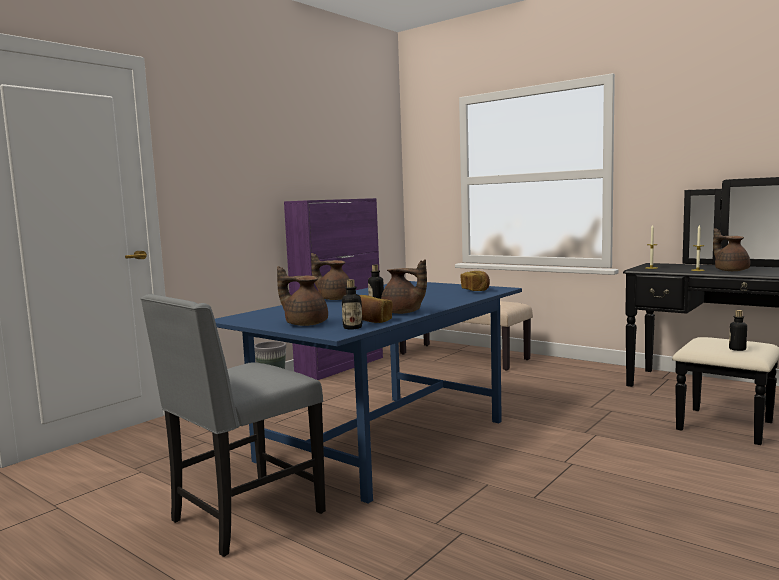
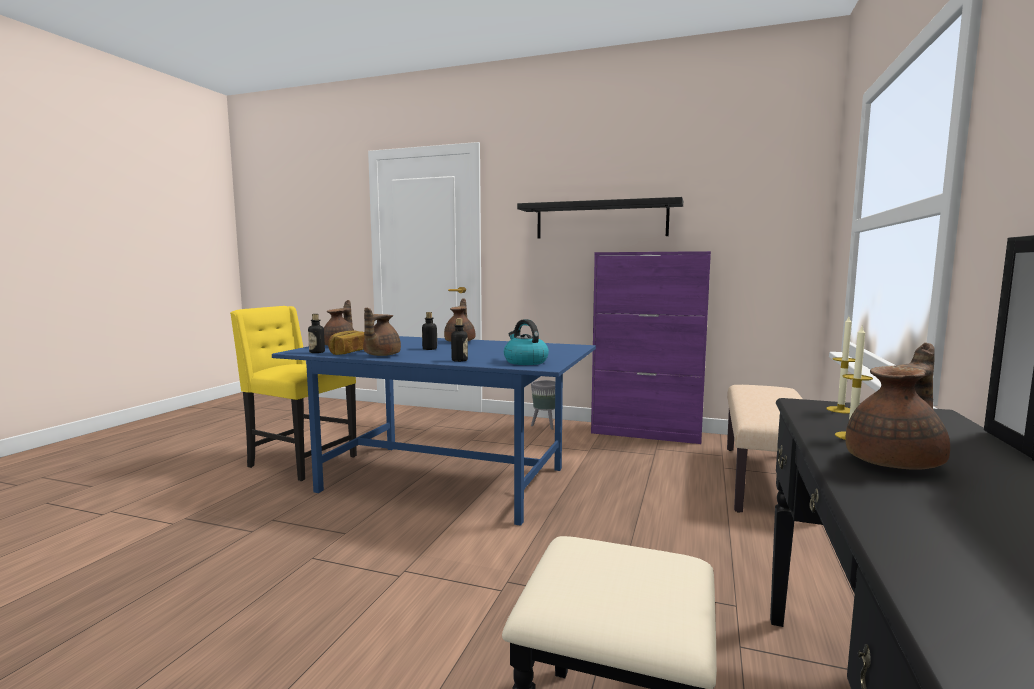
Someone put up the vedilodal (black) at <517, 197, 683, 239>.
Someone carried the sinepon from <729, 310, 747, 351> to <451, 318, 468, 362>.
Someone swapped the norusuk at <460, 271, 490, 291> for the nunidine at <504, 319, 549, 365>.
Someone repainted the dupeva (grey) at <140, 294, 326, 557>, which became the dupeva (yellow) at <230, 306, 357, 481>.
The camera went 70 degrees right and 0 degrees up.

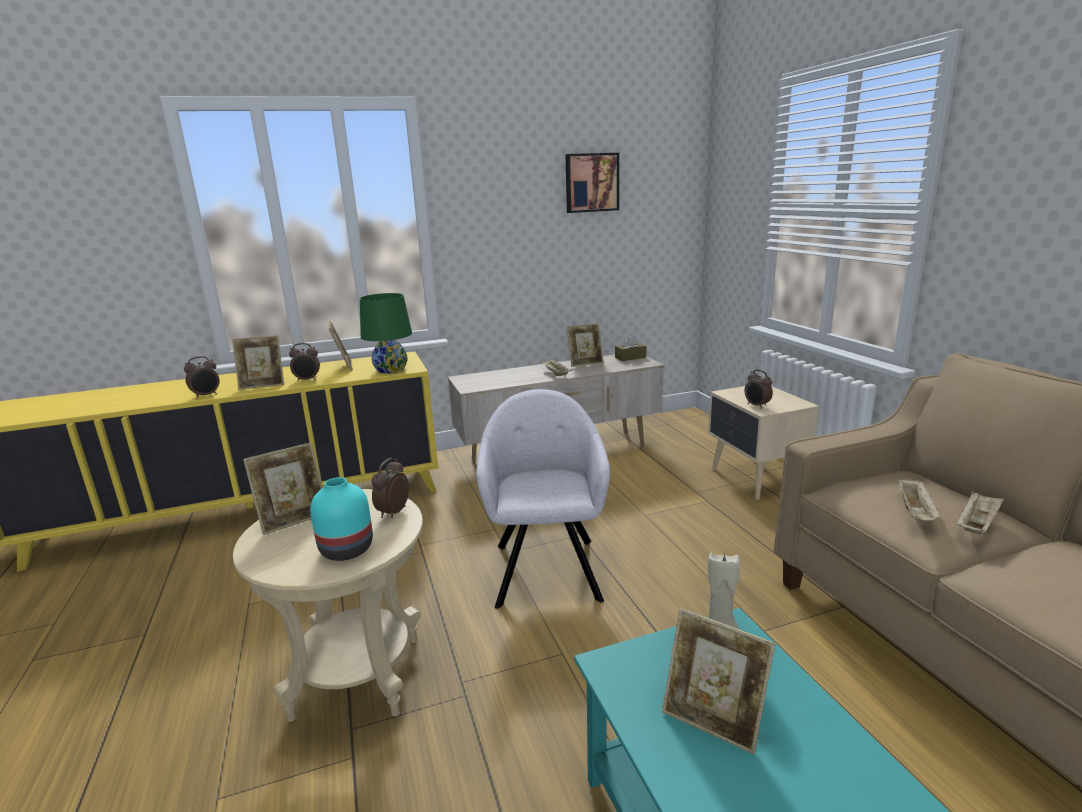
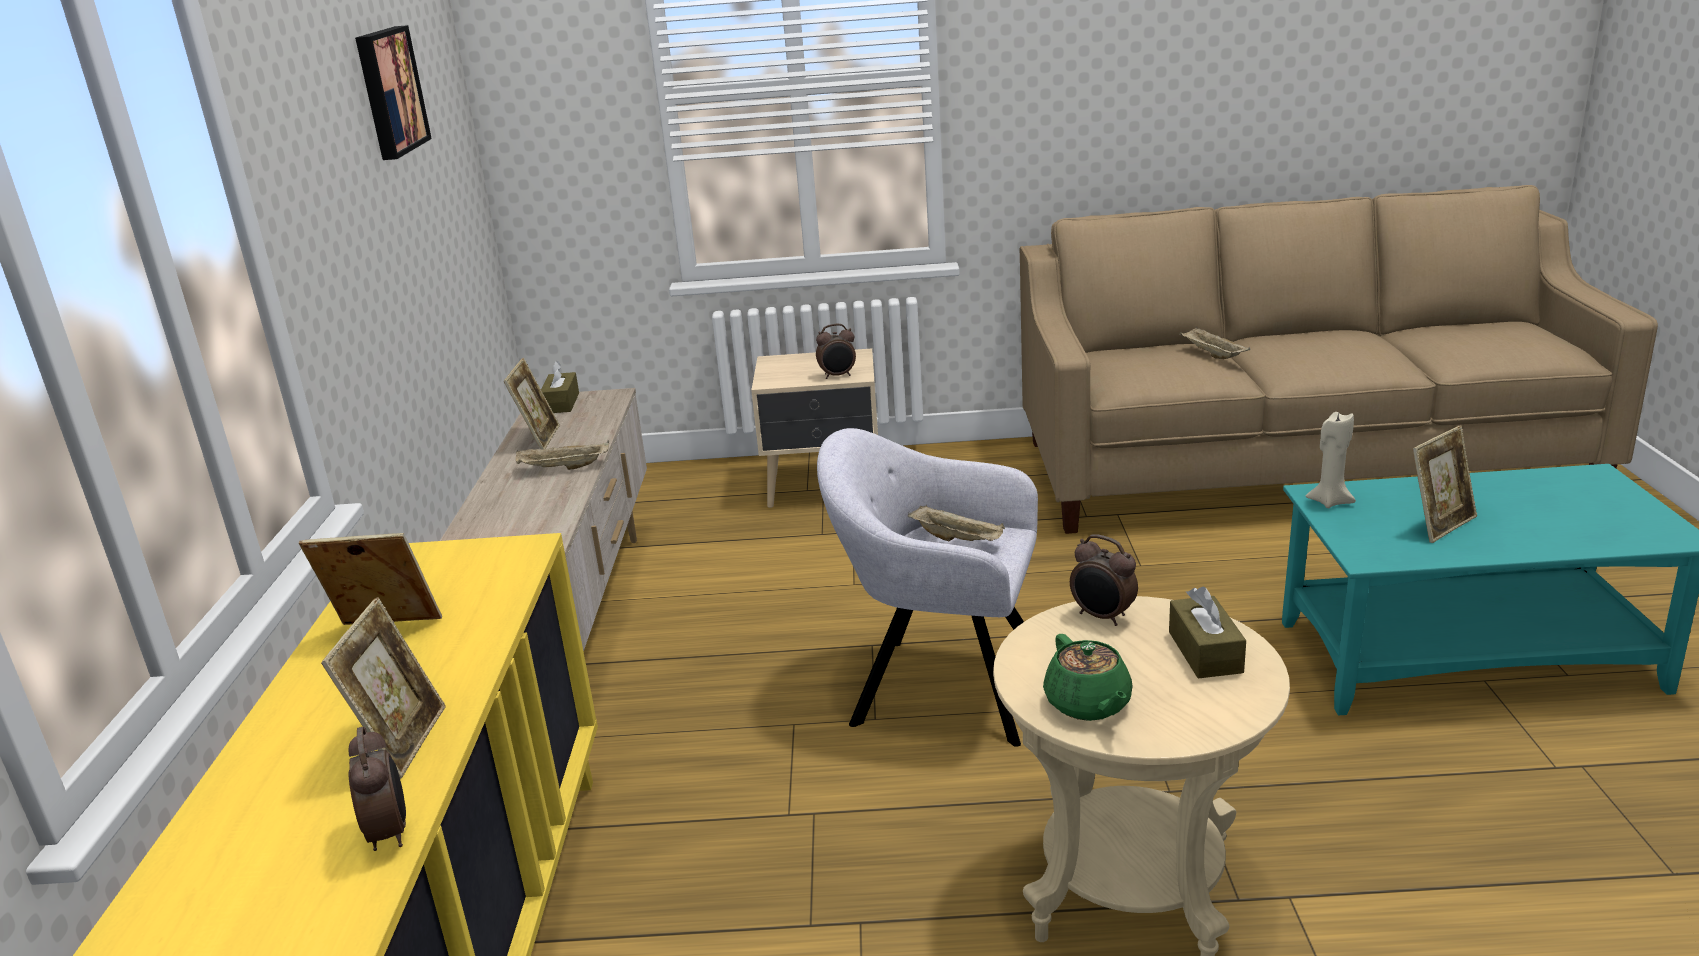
Someone took away the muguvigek at <289, 343, 320, 382>.
Someone took away the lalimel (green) at <360, 293, 412, 373>.
Someone carried the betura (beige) from <898, 477, 941, 521> to <908, 505, 1005, 542>.
Someone swapped the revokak at <243, 442, 323, 535> for the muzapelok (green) at <1043, 634, 1133, 721>.
Someone swapped the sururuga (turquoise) at <310, 477, 373, 561> for the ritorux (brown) at <1169, 586, 1246, 678>.
The camera went 70 degrees left and 5 degrees up.

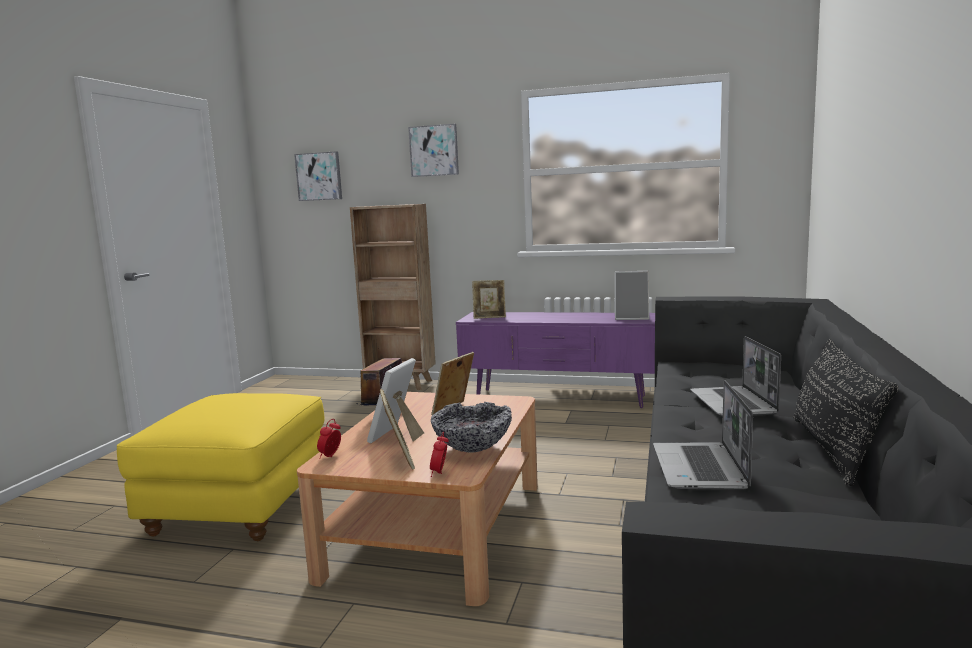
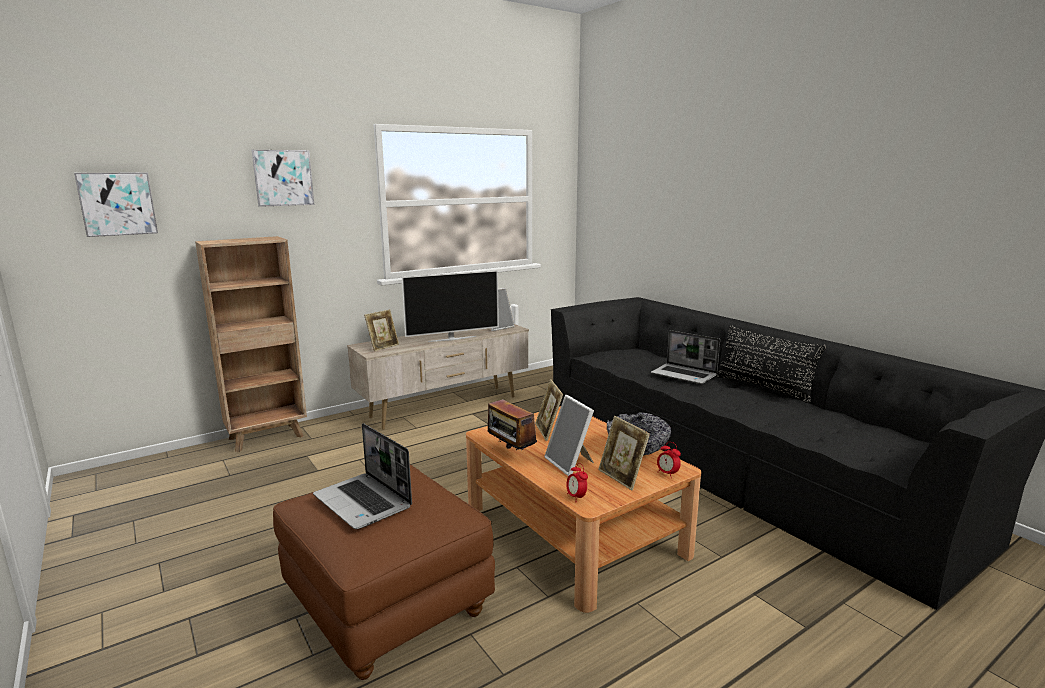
Someone put down the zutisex at <402, 270, 499, 342>.
Someone carried the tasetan from <653, 380, 753, 490> to <313, 423, 412, 529>.
Someone repainted the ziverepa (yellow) at <117, 393, 325, 541>, which became the ziverepa (brown) at <273, 464, 495, 680>.
Someone repainted the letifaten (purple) at <456, 312, 655, 408>, which became the letifaten (beige) at <347, 324, 529, 430>.
Someone rotated the revokak at <380, 389, 415, 470> by 150 degrees counterclockwise.
The camera went 50 degrees left and 5 degrees up.

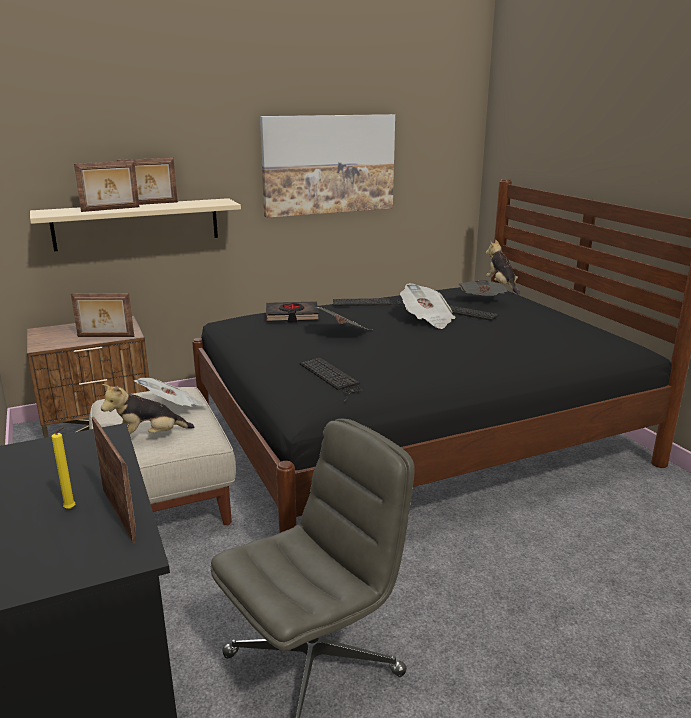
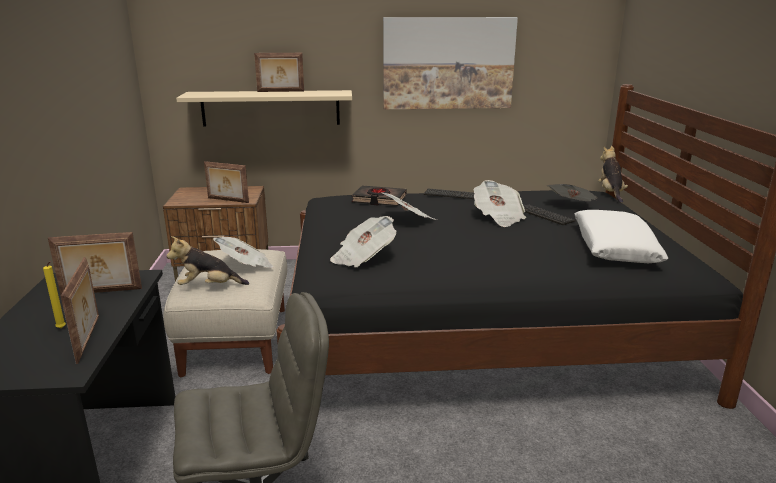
Someone put down the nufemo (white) at <575, 210, 668, 263>.
Someone carried the revokak from <74, 161, 139, 212> to <48, 232, 142, 295>.
Someone swapped the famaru at <299, 358, 362, 401> for the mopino at <330, 216, 396, 267>.
The camera went 20 degrees right and 0 degrees up.

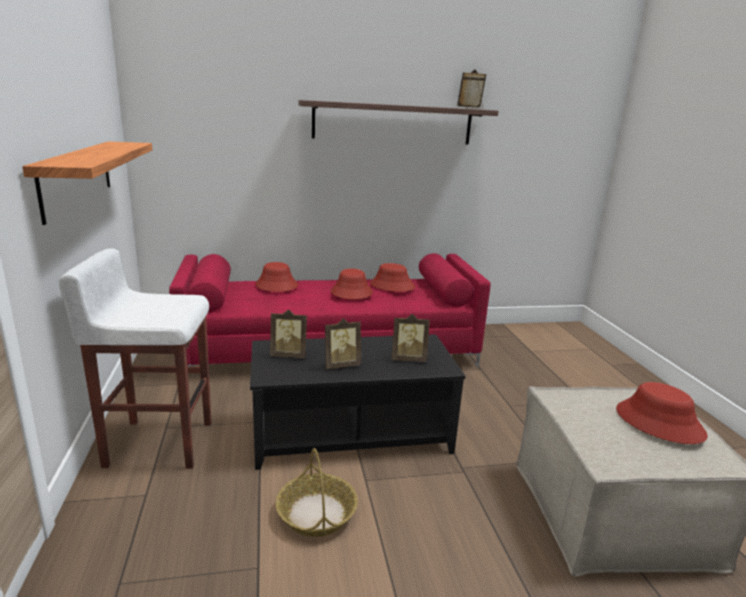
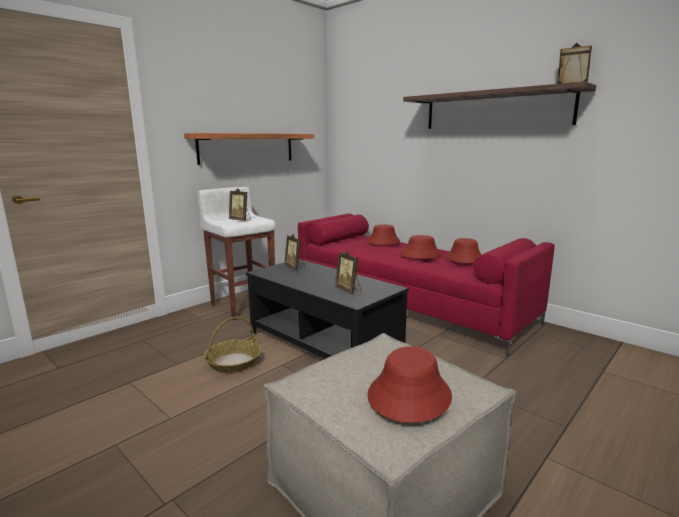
Someone carried the revokak from <325, 319, 361, 369> to <229, 188, 251, 221>.
The camera went 55 degrees right and 5 degrees down.

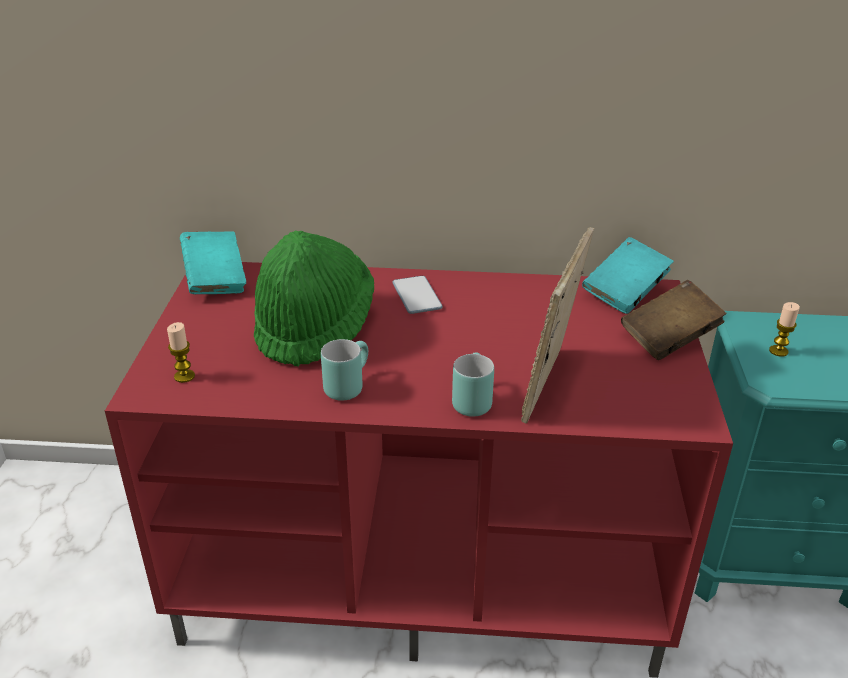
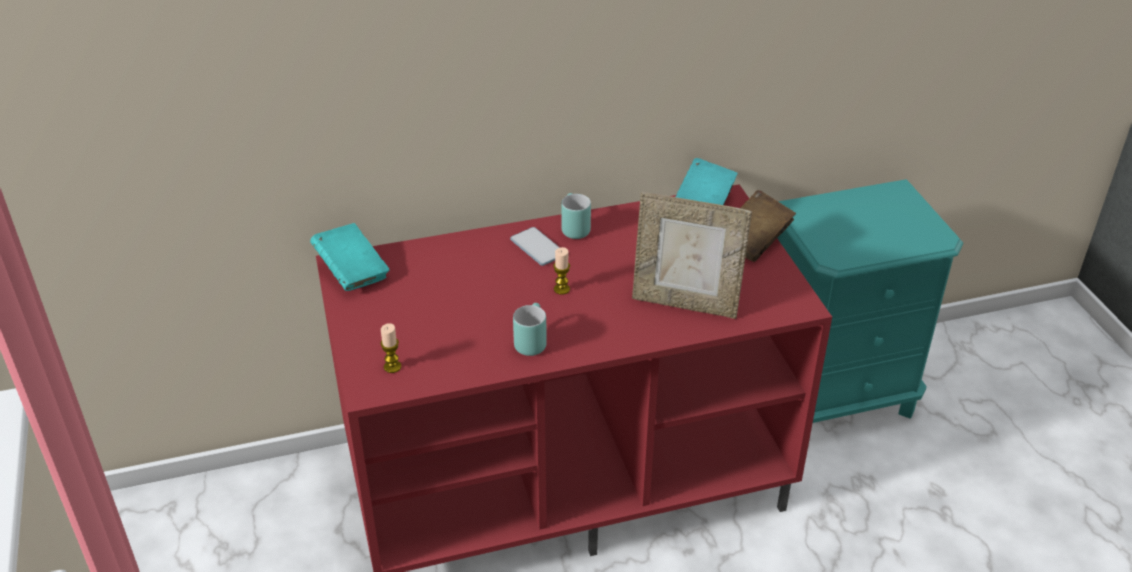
Someone took away the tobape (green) at <254, 231, 374, 367>.
Someone carried the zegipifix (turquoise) from <452, 352, 494, 417> to <561, 193, 591, 239>.
Someone carried the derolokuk from <769, 302, 800, 357> to <553, 247, 570, 295>.
Someone rotated the revokak at <521, 227, 594, 423> by 75 degrees counterclockwise.
The camera went 20 degrees left and 5 degrees up.

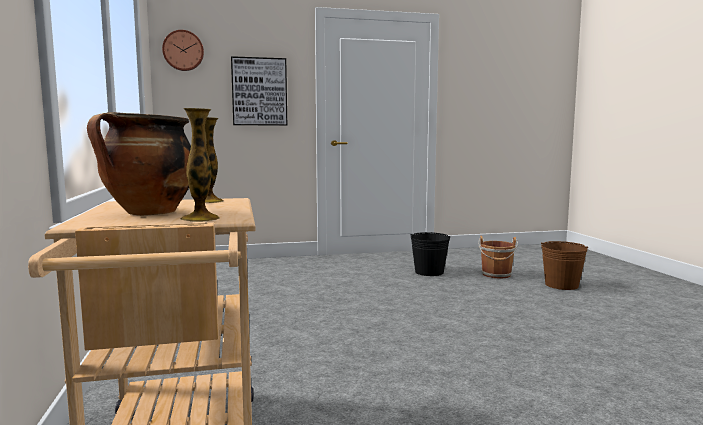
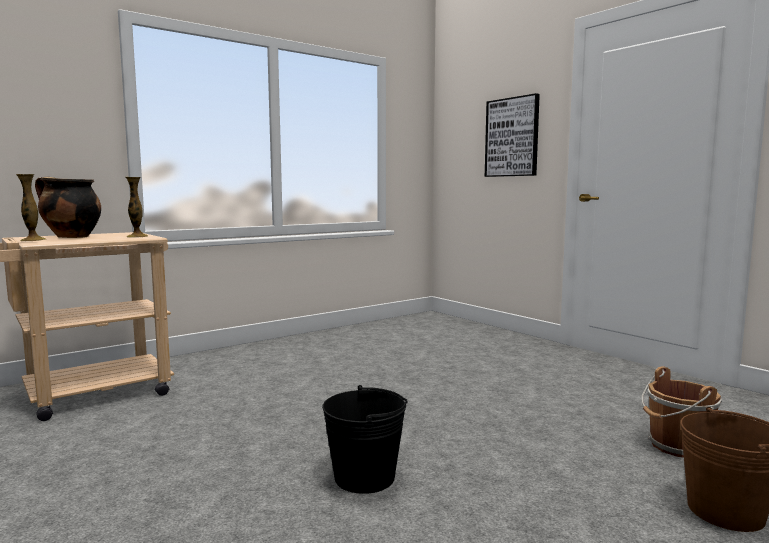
Someone took away the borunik at <162, 30, 204, 71>.
Someone carried the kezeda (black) from <410, 232, 450, 276> to <322, 385, 407, 494>.
The camera went 65 degrees right and 0 degrees up.

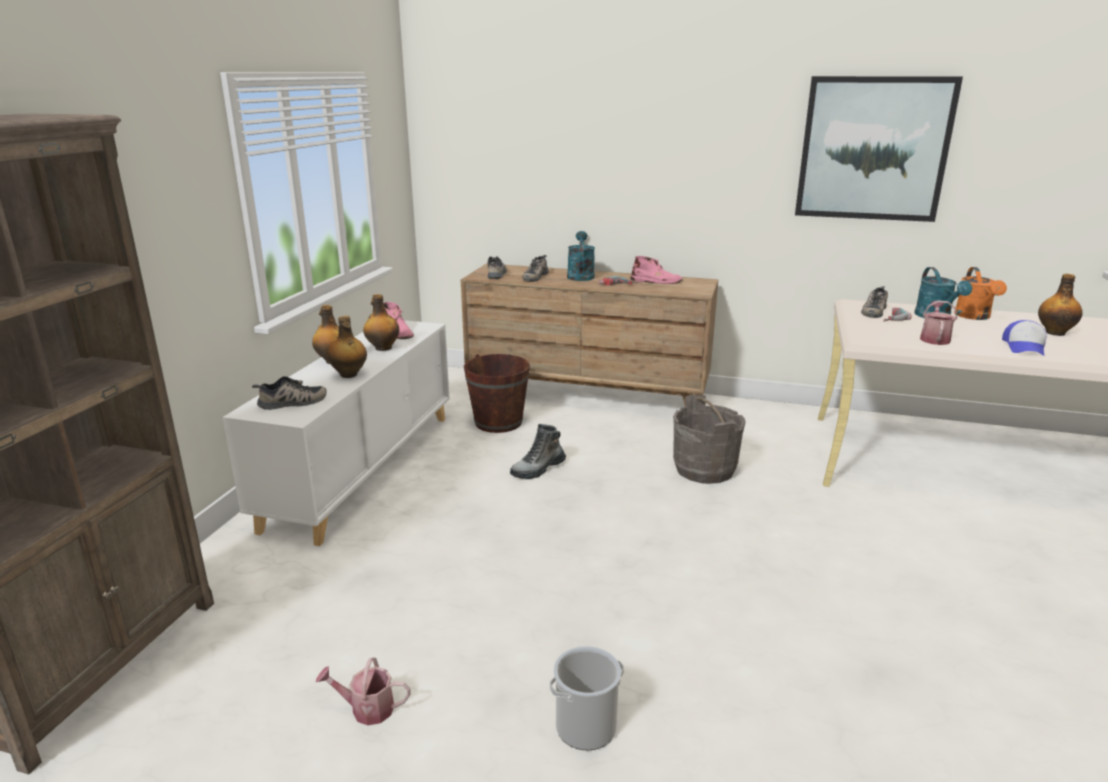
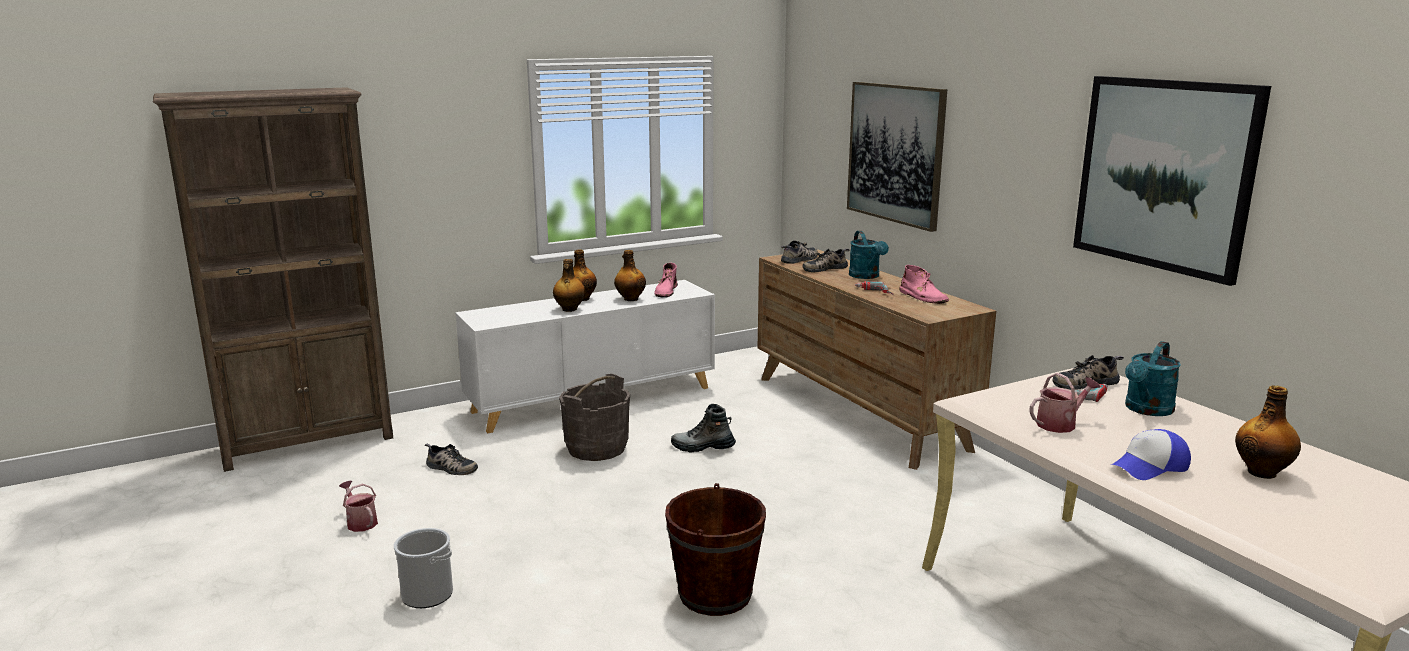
Someone took away the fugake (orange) at <954, 267, 1007, 320>.
Someone put up the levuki at <847, 82, 947, 232>.
Someone carried the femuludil from <252, 376, 327, 410> to <425, 444, 478, 475>.
Someone carried the kezeda (brown) from <464, 354, 530, 433> to <665, 483, 766, 616>.
Someone carried the kezeda (grey) from <673, 395, 746, 484> to <559, 374, 630, 461>.
Someone rotated the fugake (turquoise) at <567, 231, 595, 281> by 120 degrees clockwise.
The camera went 45 degrees right and 5 degrees down.

